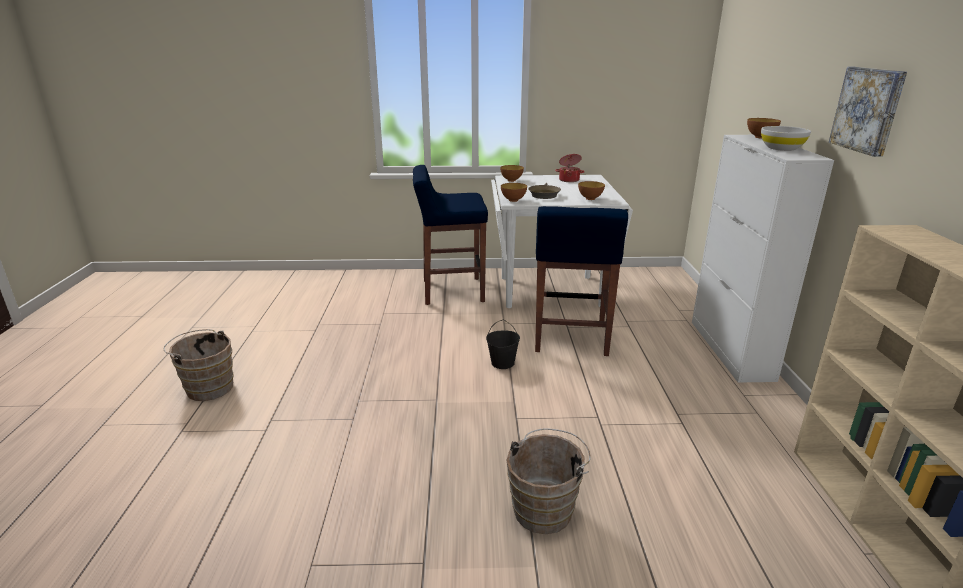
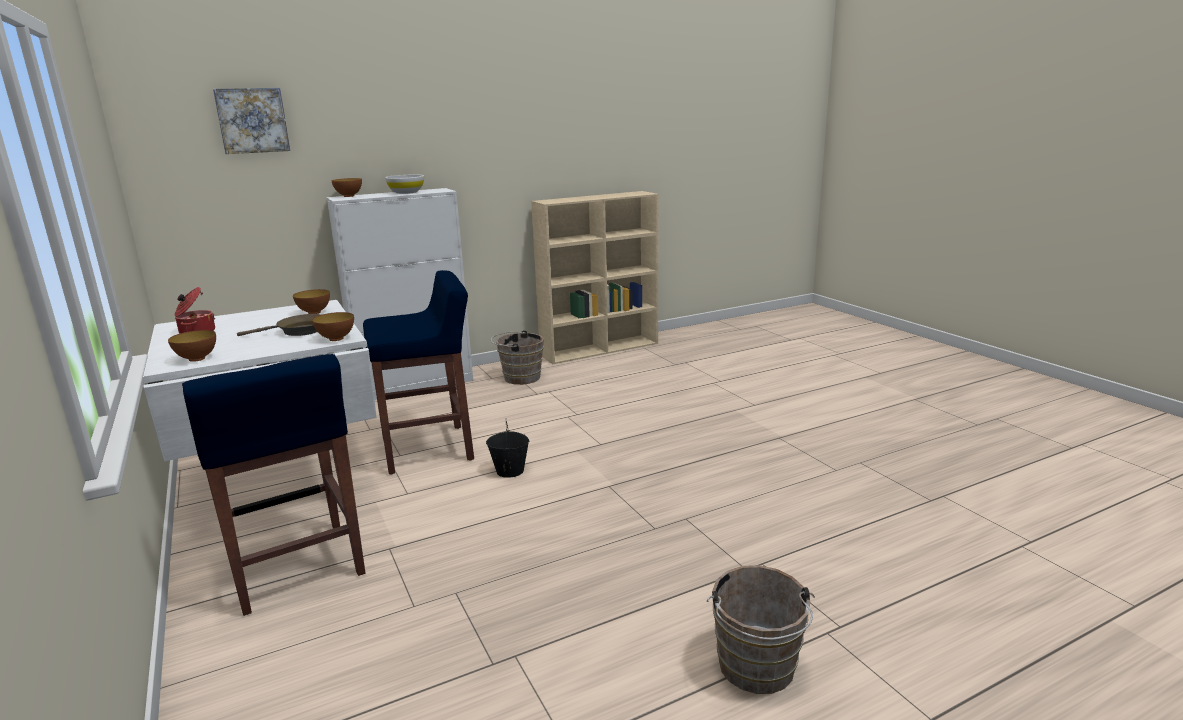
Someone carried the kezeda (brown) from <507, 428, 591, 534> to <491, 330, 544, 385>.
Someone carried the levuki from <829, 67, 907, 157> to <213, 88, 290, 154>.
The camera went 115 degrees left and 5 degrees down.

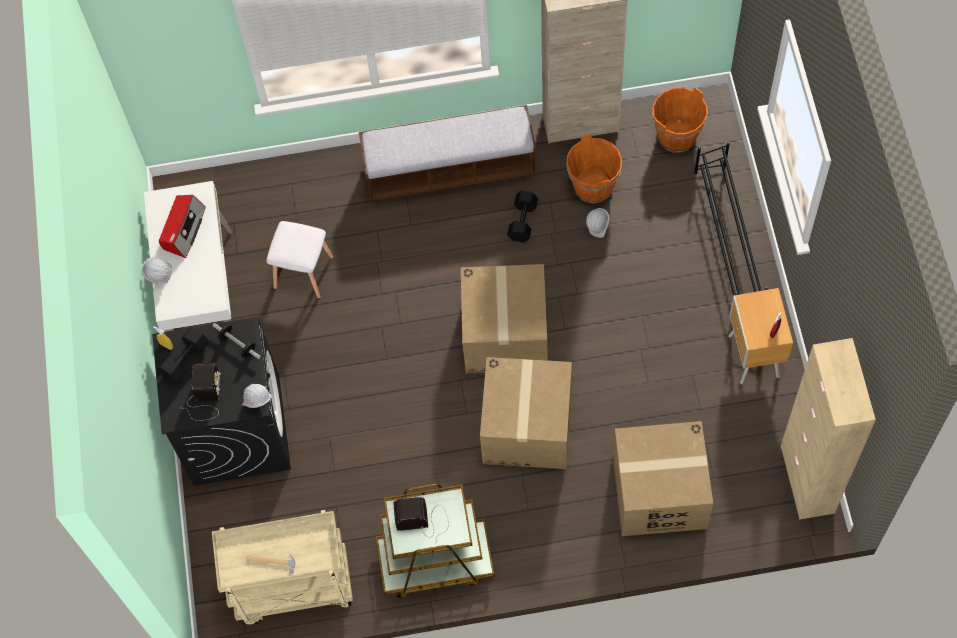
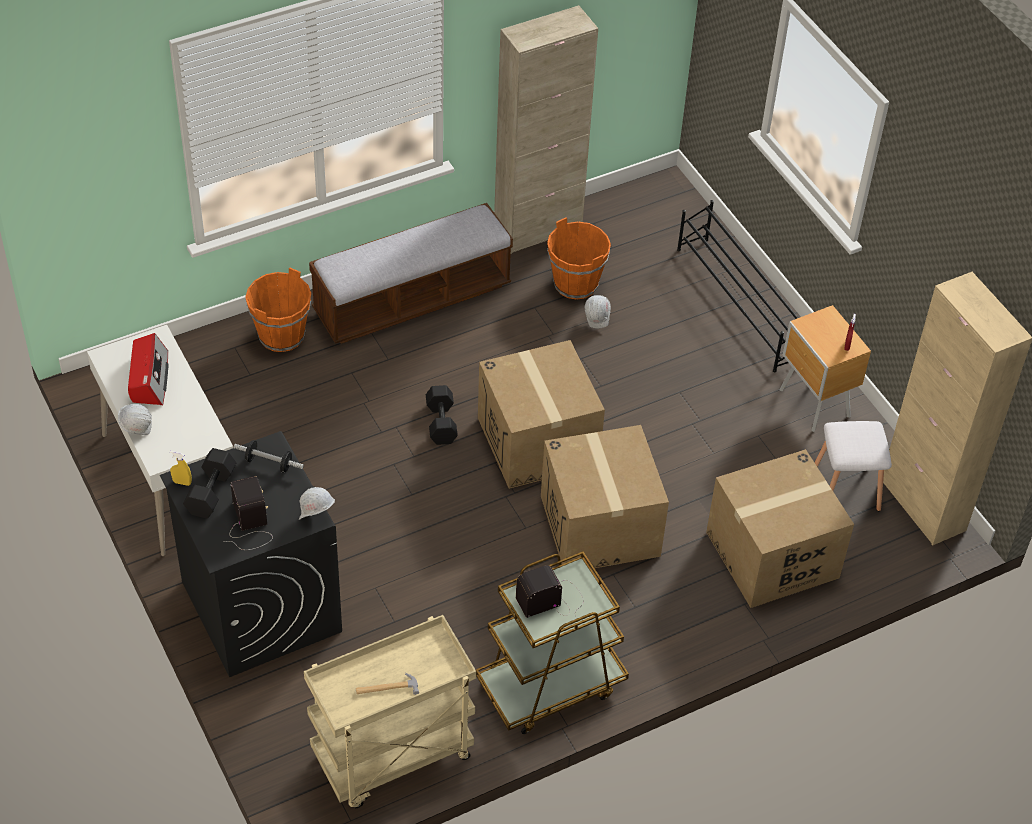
Someone carried the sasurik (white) from <266, 221, 334, 299> to <815, 421, 892, 511>.
Someone carried the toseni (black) from <507, 191, 538, 243> to <426, 385, 458, 445>.
Someone carried the kezeda (orange) from <652, 87, 708, 153> to <245, 267, 311, 352>.
The camera went 25 degrees left and 15 degrees down.

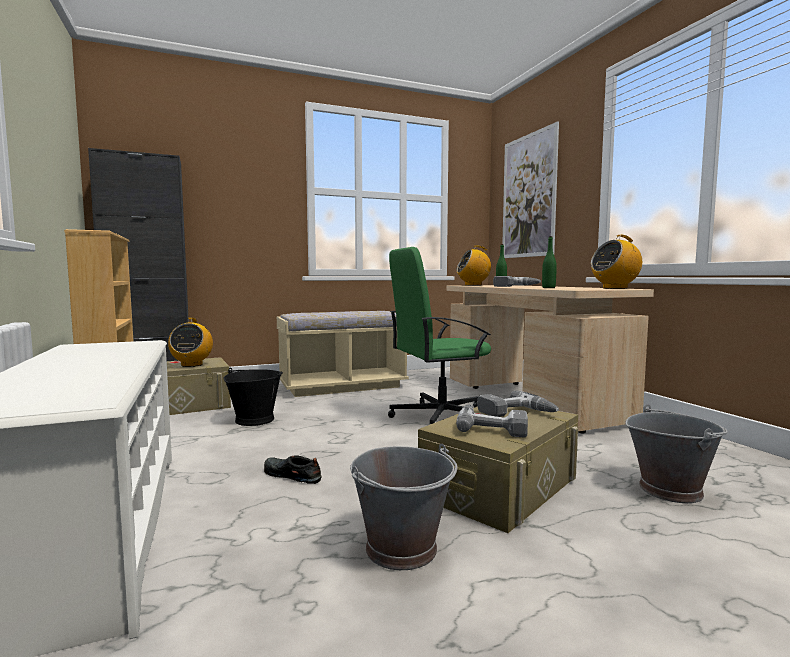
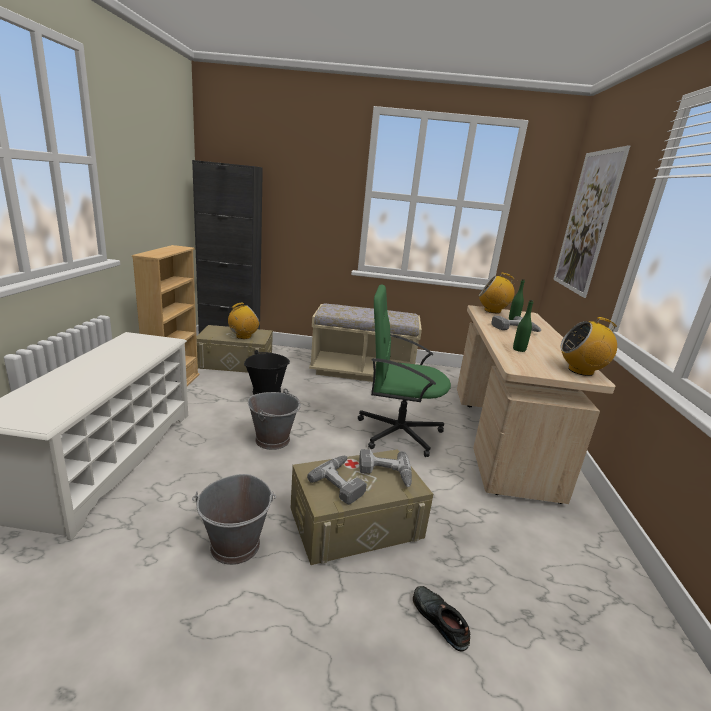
Someone carried the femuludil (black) from <264, 456, 322, 484> to <413, 586, 470, 652>.
Someone carried the kezeda (grey) from <625, 404, 728, 503> to <248, 389, 301, 450>.
Someone rotated the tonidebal at <168, 318, 213, 367> by 150 degrees counterclockwise.
The camera went 25 degrees right and 15 degrees up.

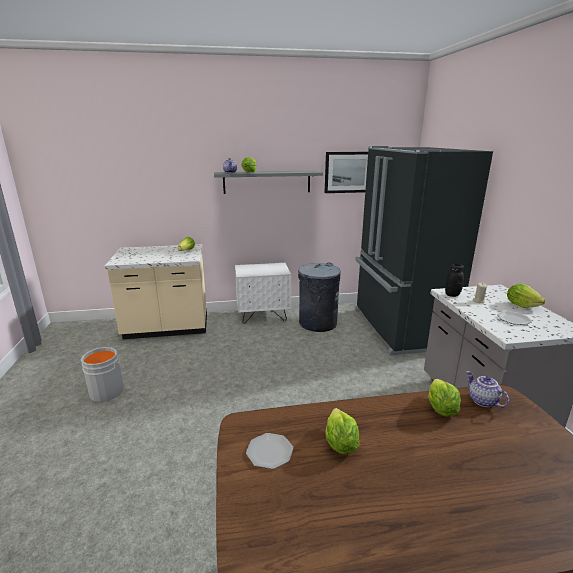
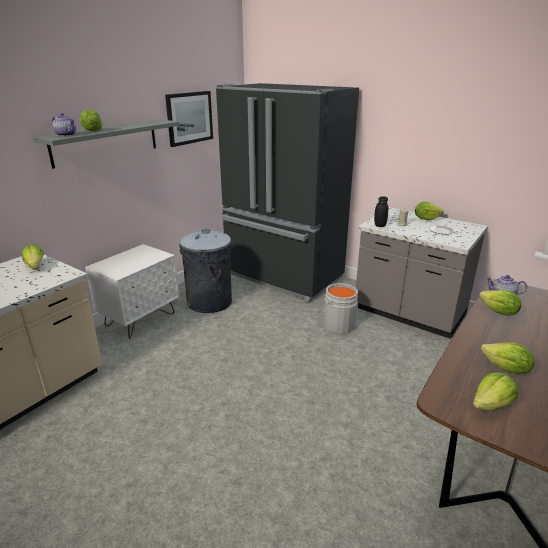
Someone carried the kezeda (grey) from <81, 347, 129, 402> to <318, 283, 358, 334>.
Someone swapped the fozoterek at <246, 433, 293, 469> for the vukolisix at <473, 372, 518, 411>.
The camera went 45 degrees left and 5 degrees up.

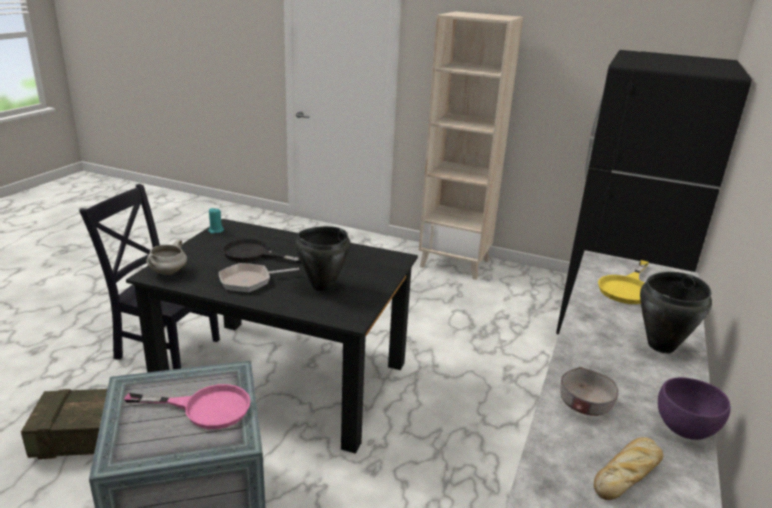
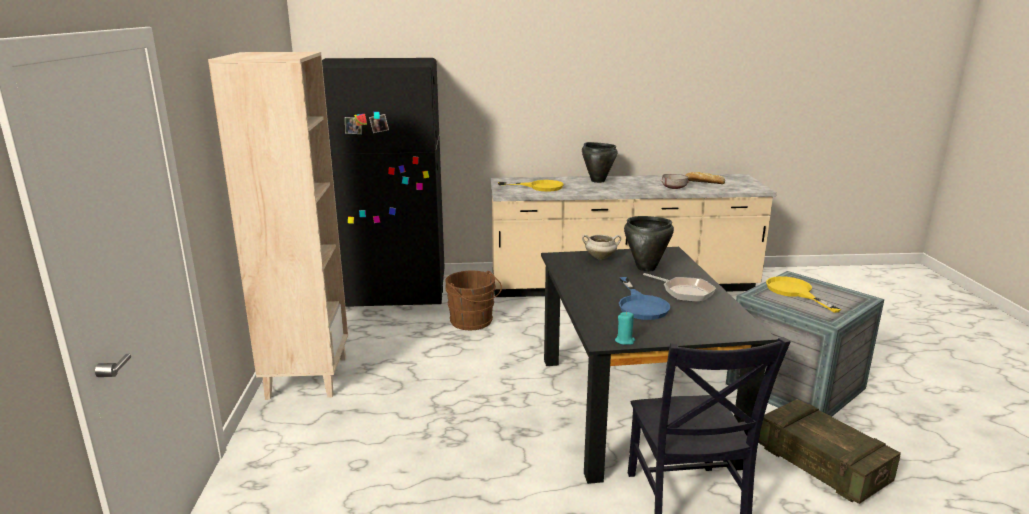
Someone took away the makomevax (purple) at <658, 377, 731, 440>.
Someone put down the kezeda (brown) at <445, 271, 502, 330>.
Someone carried the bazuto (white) from <147, 239, 187, 275> to <582, 234, 621, 259>.
Someone repainted the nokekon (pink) at <124, 384, 251, 429>, which became the nokekon (yellow) at <766, 276, 841, 313>.
Someone repainted the nokekon (black) at <222, 239, 302, 264>, which became the nokekon (blue) at <619, 277, 670, 320>.
The camera went 115 degrees left and 5 degrees down.

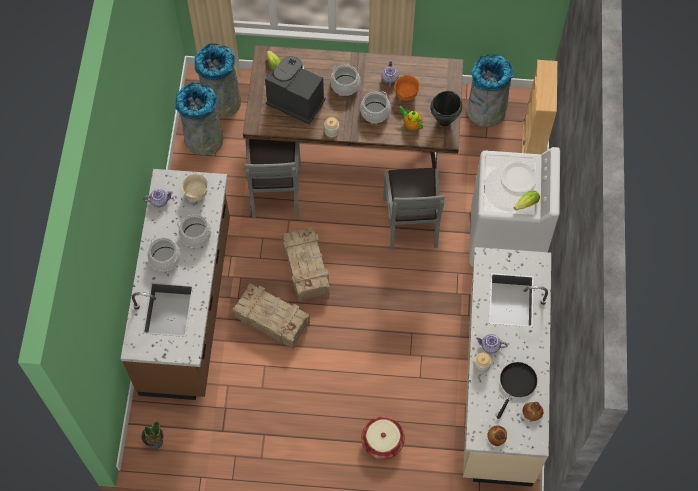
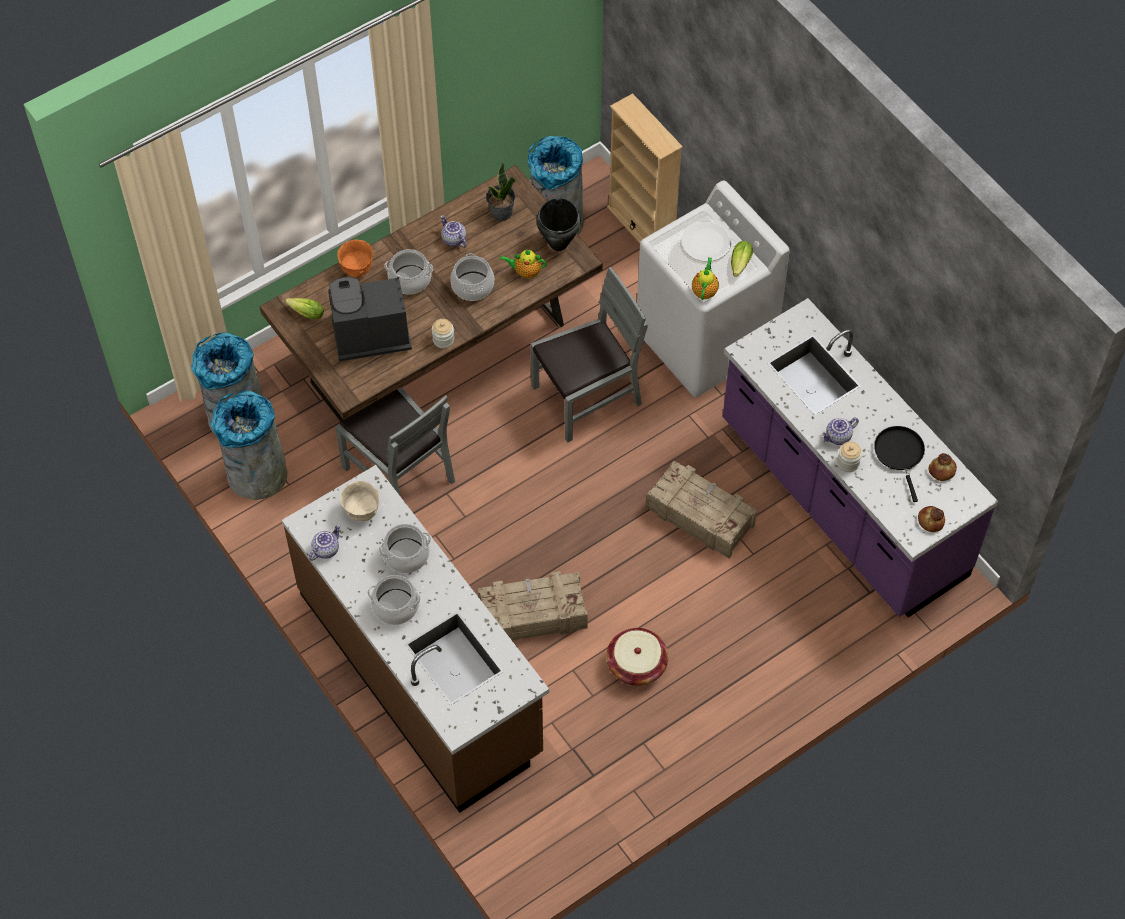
Someone put down the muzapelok at <692, 257, 719, 300>.
Someone carried the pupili from <141, 421, 163, 449> to <486, 162, 516, 221>.
Someone carried the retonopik from <282, 227, 330, 302> to <646, 461, 757, 558>.
Someone carried the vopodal from <361, 417, 405, 459> to <606, 628, 668, 686>.
Someone carried the makomevax (orange) from <395, 75, 420, 101> to <337, 240, 373, 277>.
Someone repainted the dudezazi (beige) at <463, 247, 551, 486>, which became the dudezazi (purple) at <723, 298, 998, 617>.
Someone rotated the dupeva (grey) at <383, 168, 445, 250> by 75 degrees counterclockwise.
The camera went 40 degrees left and 5 degrees down.

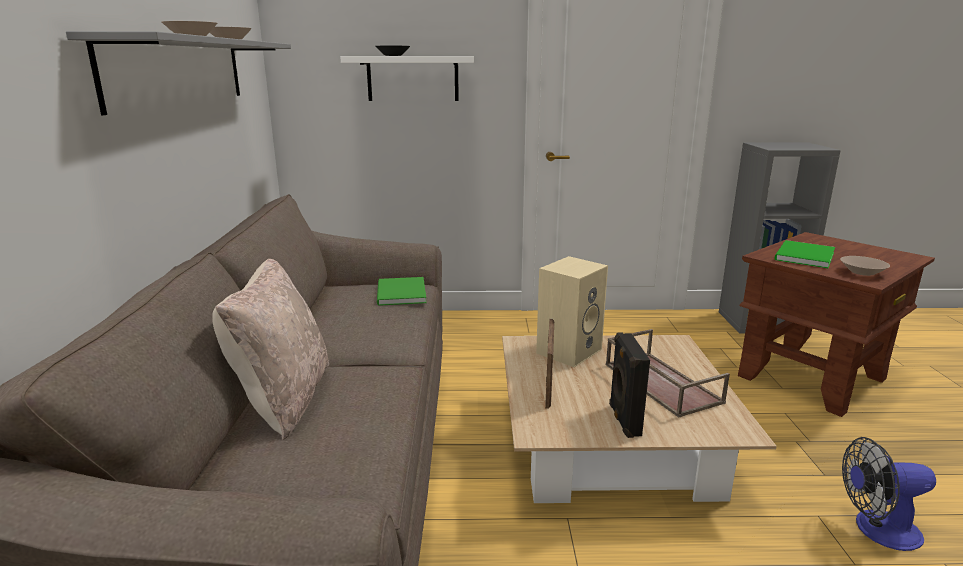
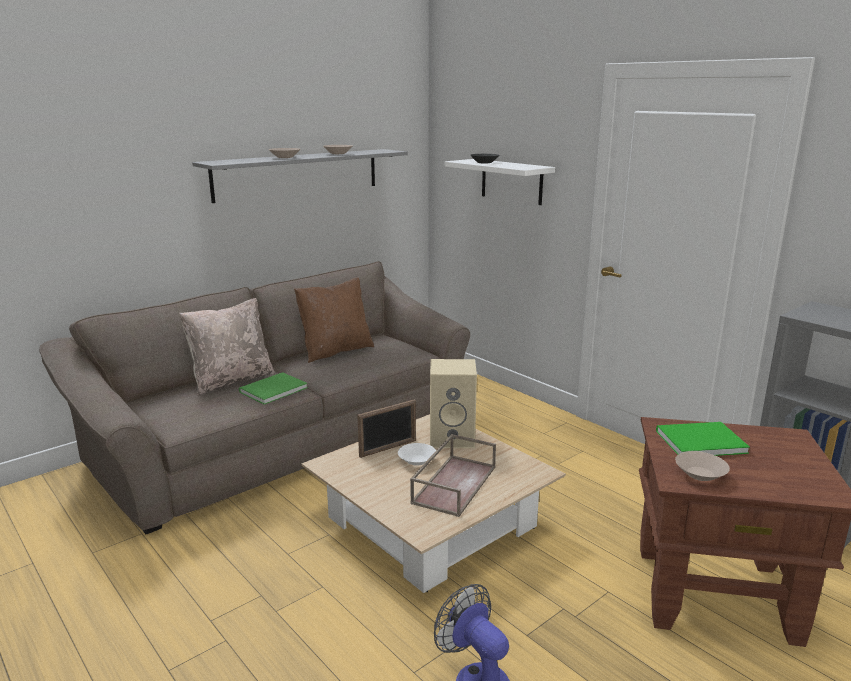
Someone took away the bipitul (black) at <609, 332, 650, 438>.
Someone put down the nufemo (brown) at <294, 278, 374, 363>.
Someone put down the makomevax (white) at <398, 443, 436, 466>.
Someone carried the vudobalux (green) from <377, 277, 426, 306> to <239, 372, 308, 404>.
The camera went 50 degrees right and 0 degrees up.

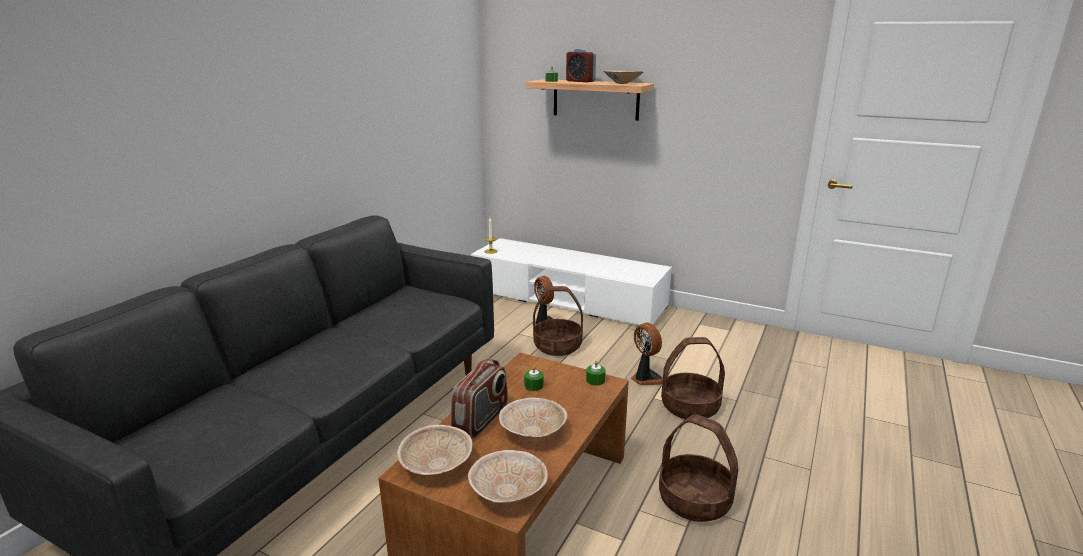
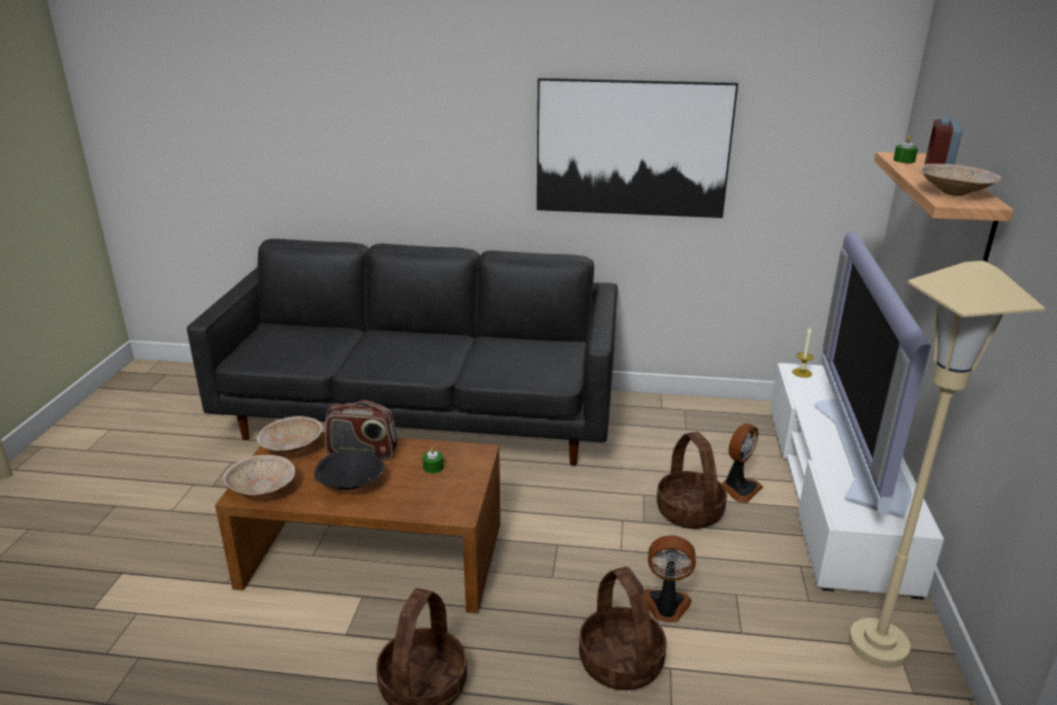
Someone took away the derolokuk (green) at <586, 360, 606, 386>.
Someone put up the levuki at <537, 78, 738, 218>.
Someone put down the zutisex at <814, 231, 931, 518>.
Someone put down the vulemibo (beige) at <849, 261, 1046, 668>.
Someone repainted the makomevax (beige) at <499, 397, 567, 439>, which became the makomevax (black) at <314, 450, 384, 490>.
Someone rotated the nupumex at <631, 323, 663, 385> by 120 degrees counterclockwise.
The camera went 70 degrees right and 5 degrees up.

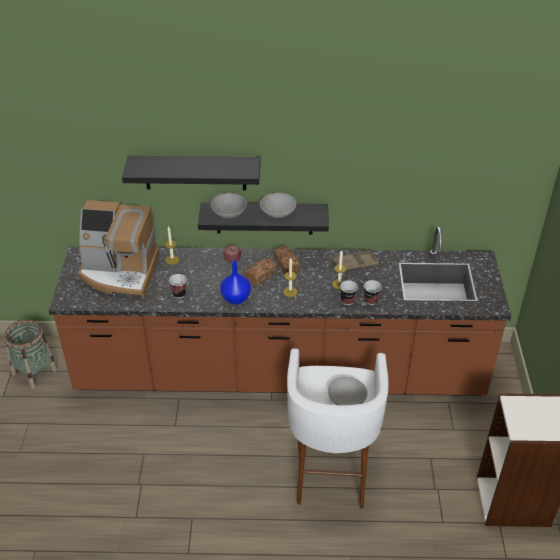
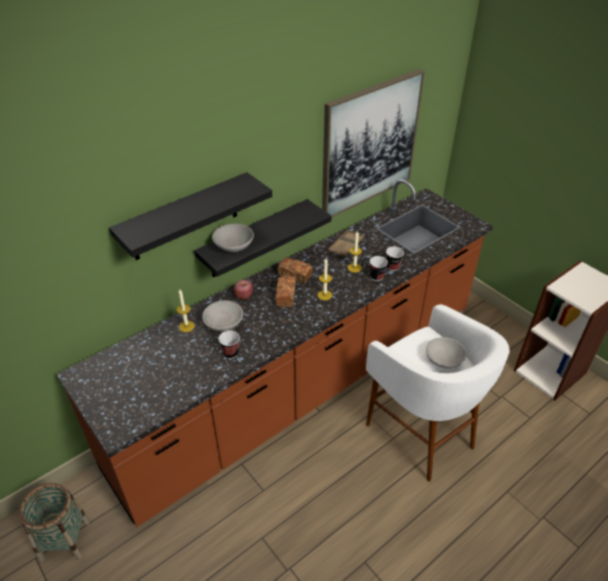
Someone took away the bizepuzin at <78, 200, 160, 299>.
Someone took away the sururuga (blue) at <220, 260, 251, 305>.
Someone put up the levuki at <322, 69, 425, 217>.
Someone carried the makomevax (grey) from <260, 193, 296, 218> to <202, 300, 243, 332>.
The camera went 40 degrees left and 0 degrees up.

